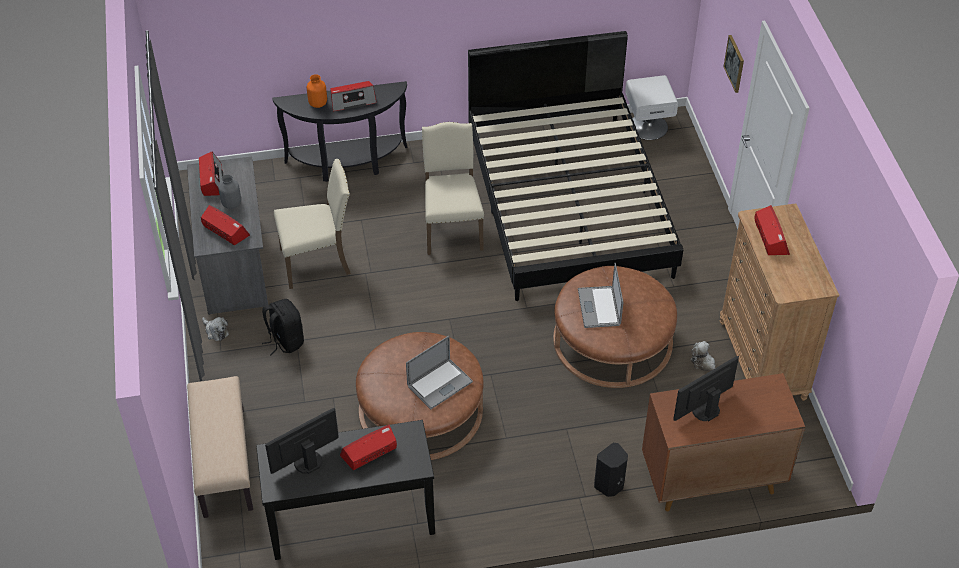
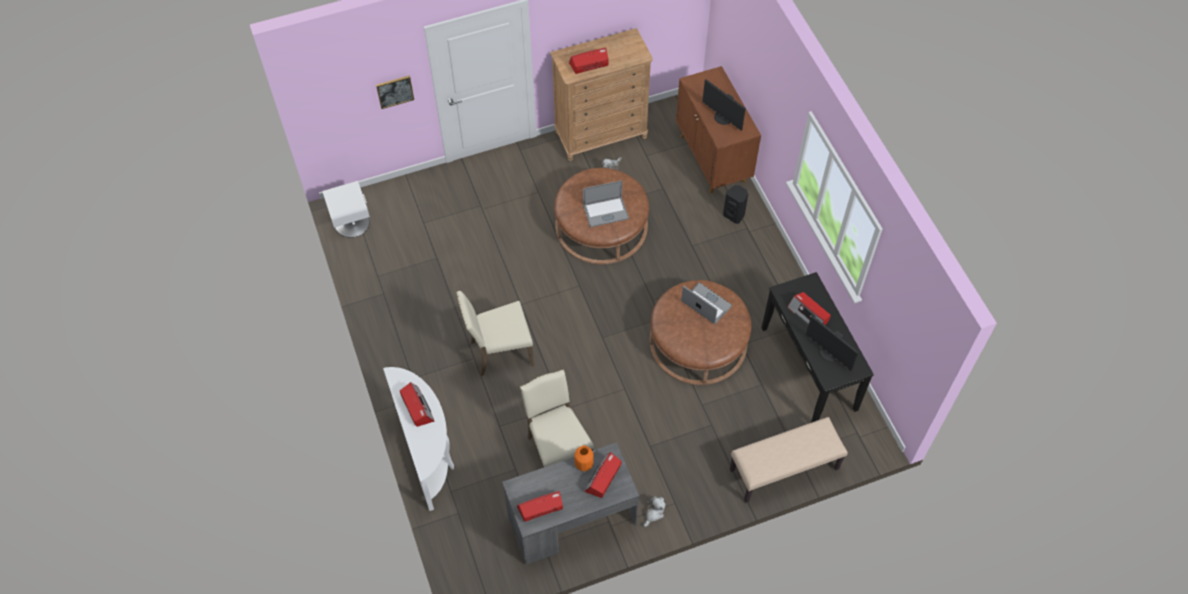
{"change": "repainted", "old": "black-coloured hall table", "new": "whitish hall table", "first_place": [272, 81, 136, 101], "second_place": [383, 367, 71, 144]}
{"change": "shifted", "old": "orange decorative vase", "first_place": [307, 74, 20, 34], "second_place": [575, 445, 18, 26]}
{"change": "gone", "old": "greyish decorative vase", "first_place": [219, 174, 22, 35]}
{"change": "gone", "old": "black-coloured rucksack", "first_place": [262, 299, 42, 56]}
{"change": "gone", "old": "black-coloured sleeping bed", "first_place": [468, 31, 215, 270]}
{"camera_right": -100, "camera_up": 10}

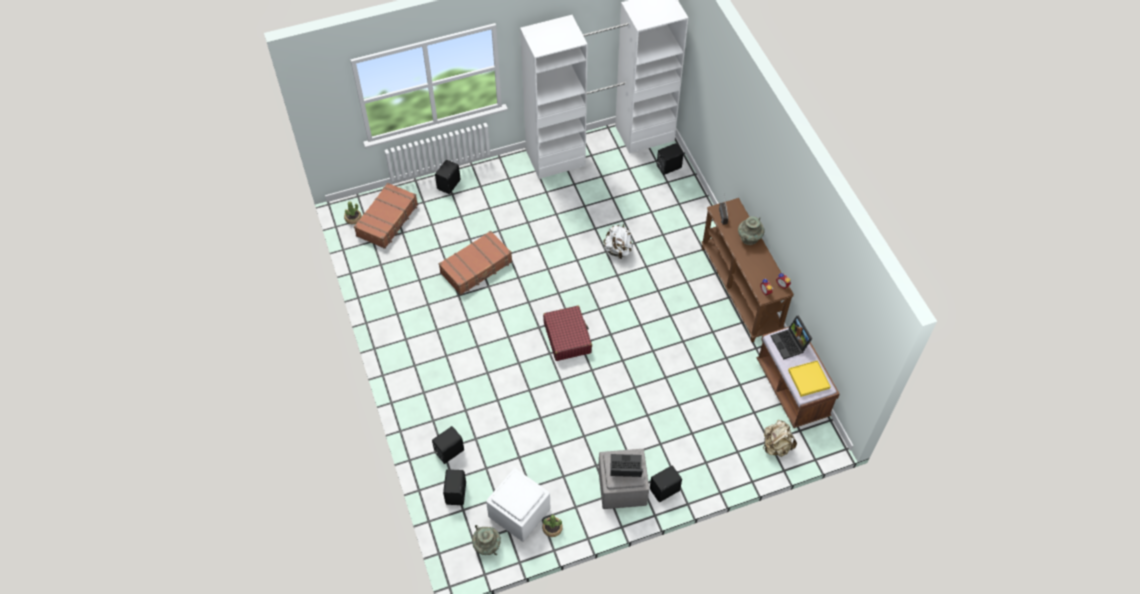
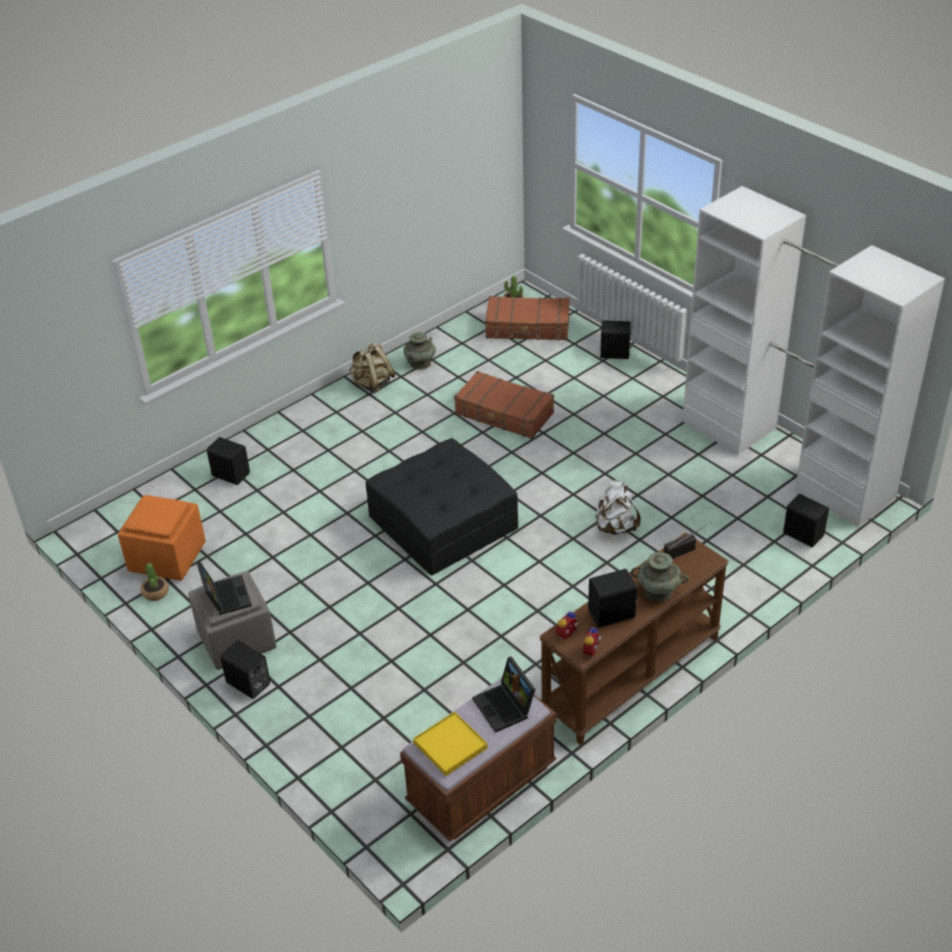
{"change": "repainted", "old": "whitish pouffe", "new": "orange pouffe", "first_place": [486, 468, 64, 74], "second_place": [118, 495, 88, 86]}
{"change": "shifted", "old": "sand-coloured rucksack", "first_place": [763, 420, 34, 37], "second_place": [349, 342, 46, 51]}
{"change": "swapped", "old": "reddish travel case", "new": "black-coloured pouffe", "first_place": [543, 306, 49, 55], "second_place": [365, 438, 153, 137]}
{"change": "shifted", "old": "blue-green decorative vase", "first_place": [472, 525, 29, 30], "second_place": [403, 332, 33, 38]}
{"change": "rotated", "old": "notebook computer", "first_place": [771, 315, 41, 44], "second_place": [472, 656, 63, 77], "degrees": -75}
{"change": "shifted", "old": "black-coloured loudspeaker", "first_place": [443, 469, 23, 36], "second_place": [588, 569, 49, 59]}
{"camera_right": 70, "camera_up": -15}

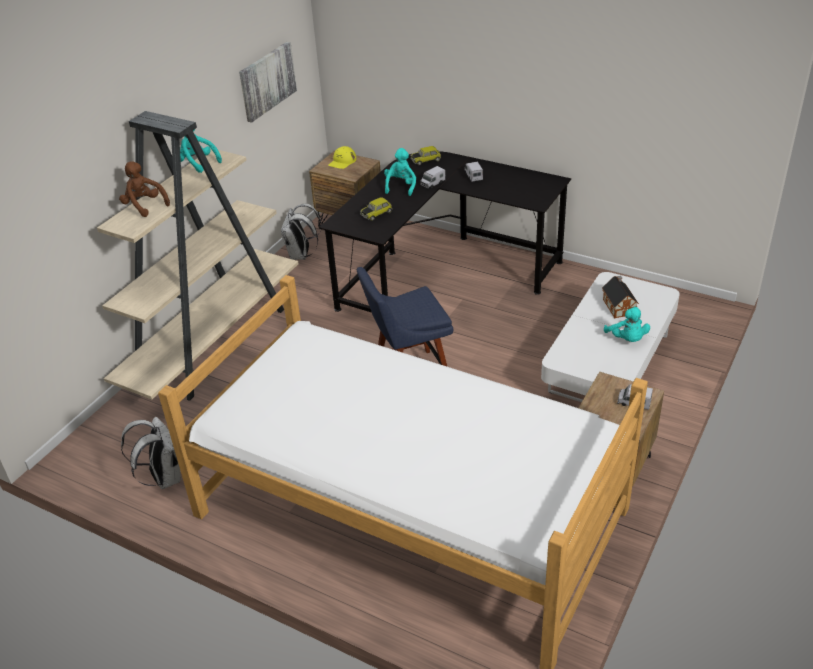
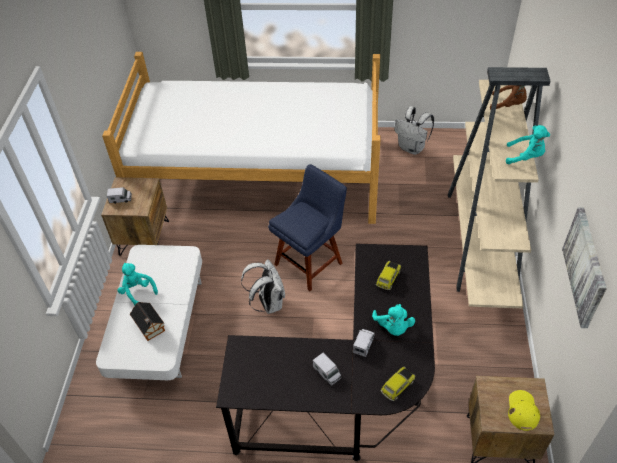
{"change": "shifted", "old": "whitish rucksack", "first_place": [281, 204, 41, 56], "second_place": [241, 259, 44, 55]}
{"camera_right": 155, "camera_up": 10}

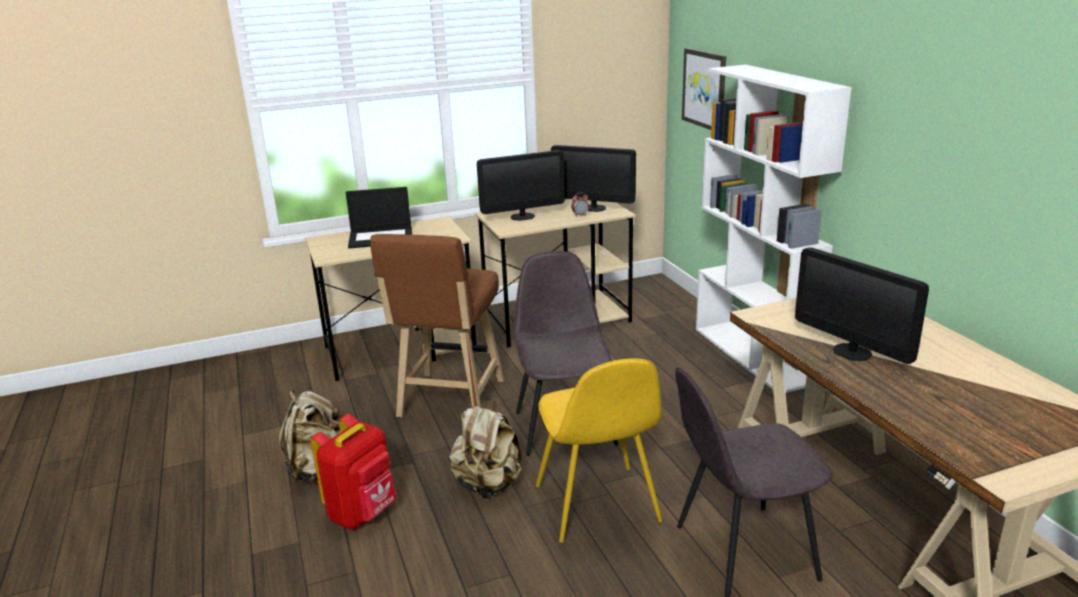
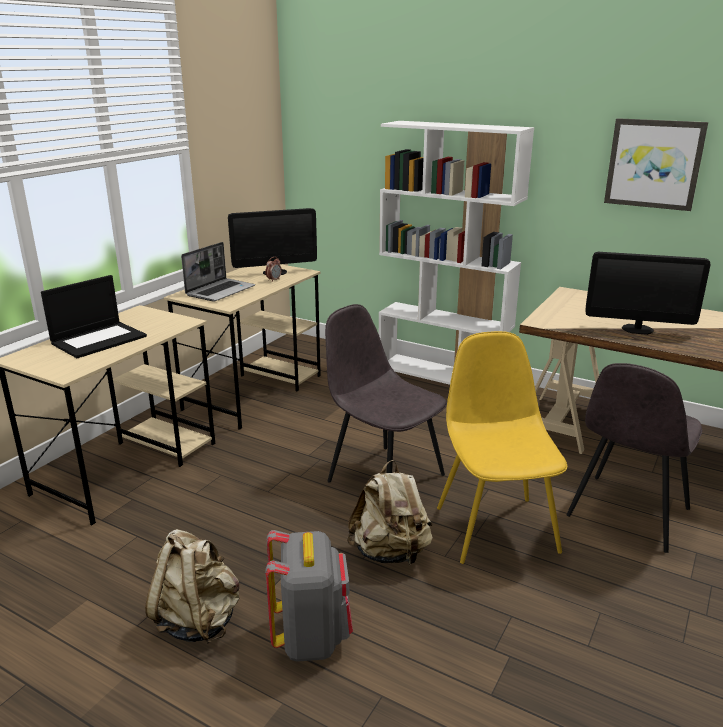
{"change": "swapped", "old": "monitor", "new": "notebook computer", "first_place": [477, 150, 88, 71], "second_place": [181, 242, 74, 60]}
{"change": "repainted", "old": "reddish rucksack", "new": "greyish rucksack", "first_place": [311, 414, 86, 115], "second_place": [265, 530, 88, 132]}
{"change": "rotated", "old": "yellow-coloured upright chair", "first_place": [536, 358, 127, 185], "second_place": [437, 331, 130, 233], "degrees": -135}
{"change": "shifted", "old": "picture", "first_place": [682, 48, 44, 82], "second_place": [604, 118, 104, 93]}
{"change": "gone", "old": "brownish stool seat", "first_place": [370, 234, 134, 184]}
{"camera_right": -40, "camera_up": 0}

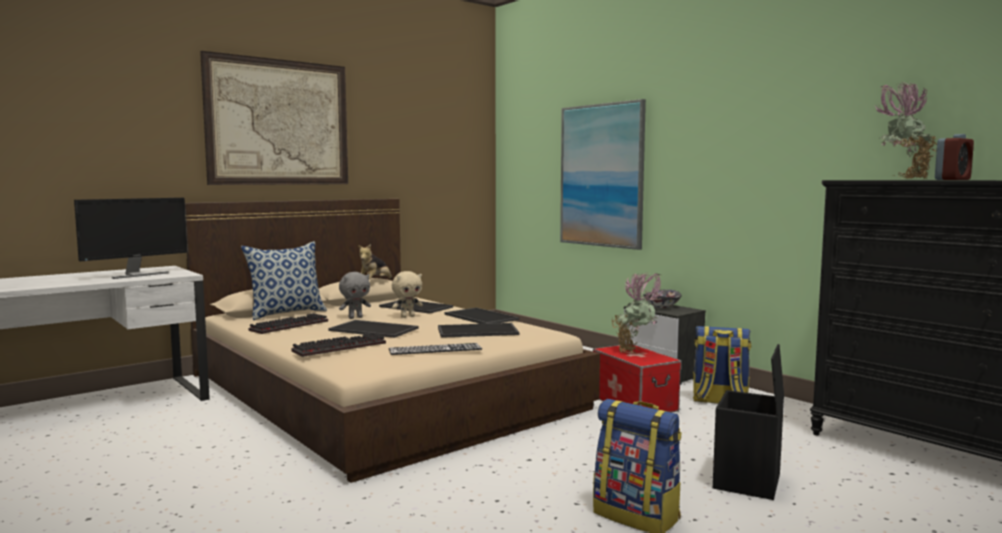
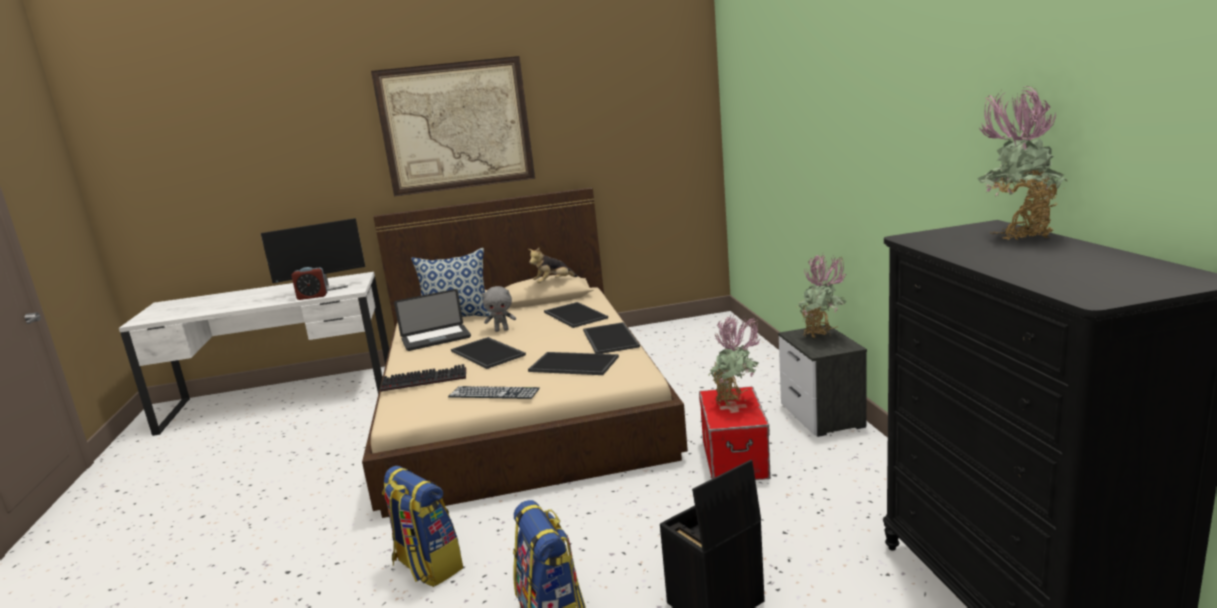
{"change": "shifted", "old": "alarm clock", "first_place": [935, 134, 39, 46], "second_place": [291, 267, 37, 33]}
{"change": "shifted", "old": "rucksack", "first_place": [693, 326, 58, 77], "second_place": [382, 466, 81, 121]}
{"change": "swapped", "old": "computer keyboard", "new": "notebook computer", "first_place": [248, 313, 80, 21], "second_place": [394, 289, 77, 62]}
{"change": "swapped", "old": "deep dish", "new": "potted plant", "first_place": [643, 289, 39, 19], "second_place": [796, 251, 51, 87]}
{"change": "gone", "old": "sand-coloured cuddly toy", "first_place": [392, 271, 31, 47]}
{"change": "gone", "old": "picture", "first_place": [560, 99, 86, 151]}
{"camera_right": 30, "camera_up": 10}

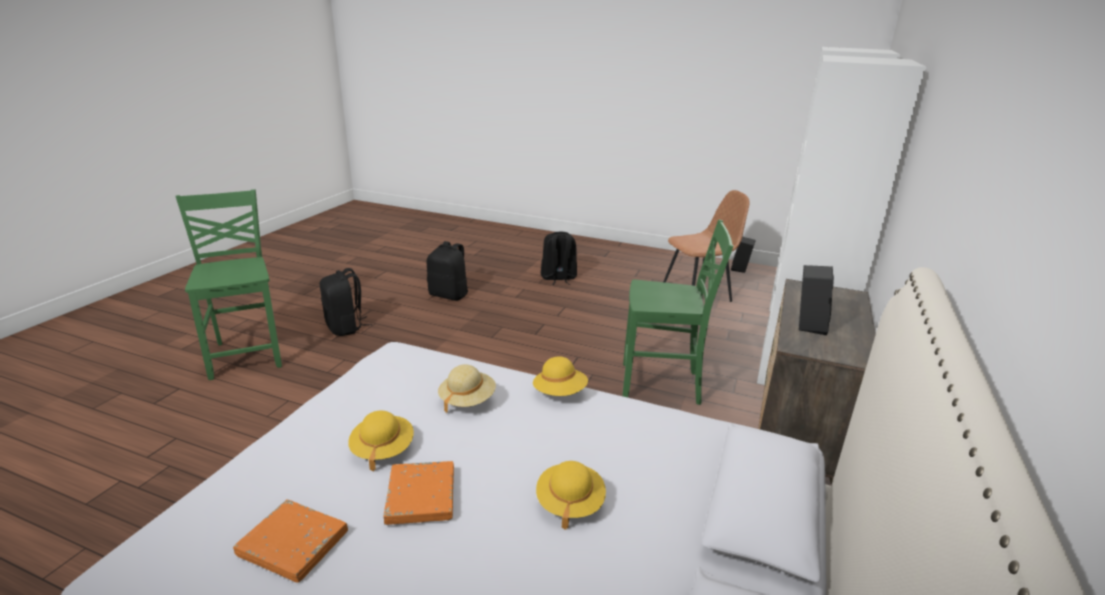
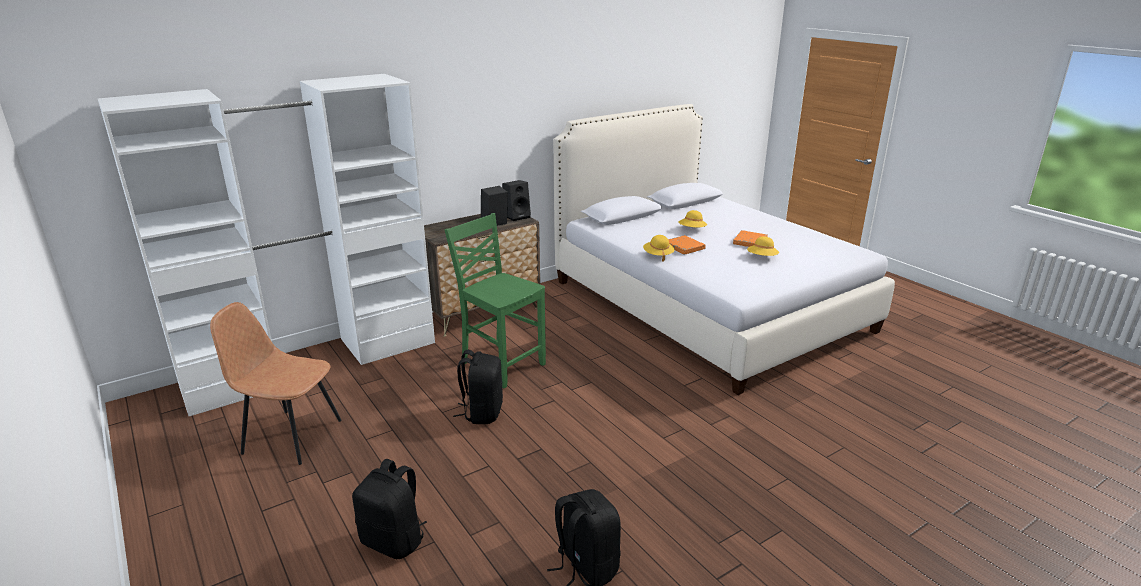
{"change": "shifted", "old": "black-coloured rucksack", "first_place": [319, 268, 53, 68], "second_place": [453, 350, 50, 74]}
{"change": "shifted", "old": "black-coloured loudspeaker", "first_place": [731, 236, 25, 37], "second_place": [502, 180, 29, 41]}
{"change": "shifted", "old": "orange bound book", "first_place": [233, 499, 115, 84], "second_place": [668, 235, 38, 20]}
{"change": "gone", "old": "greenish upright chair", "first_place": [176, 189, 106, 191]}
{"change": "gone", "old": "sand-coloured hat", "first_place": [438, 364, 58, 49]}
{"camera_right": -145, "camera_up": 0}

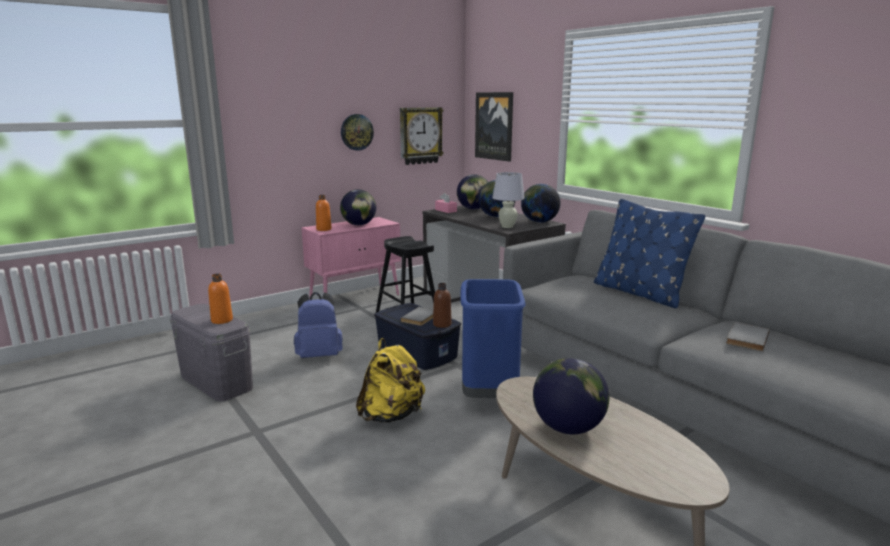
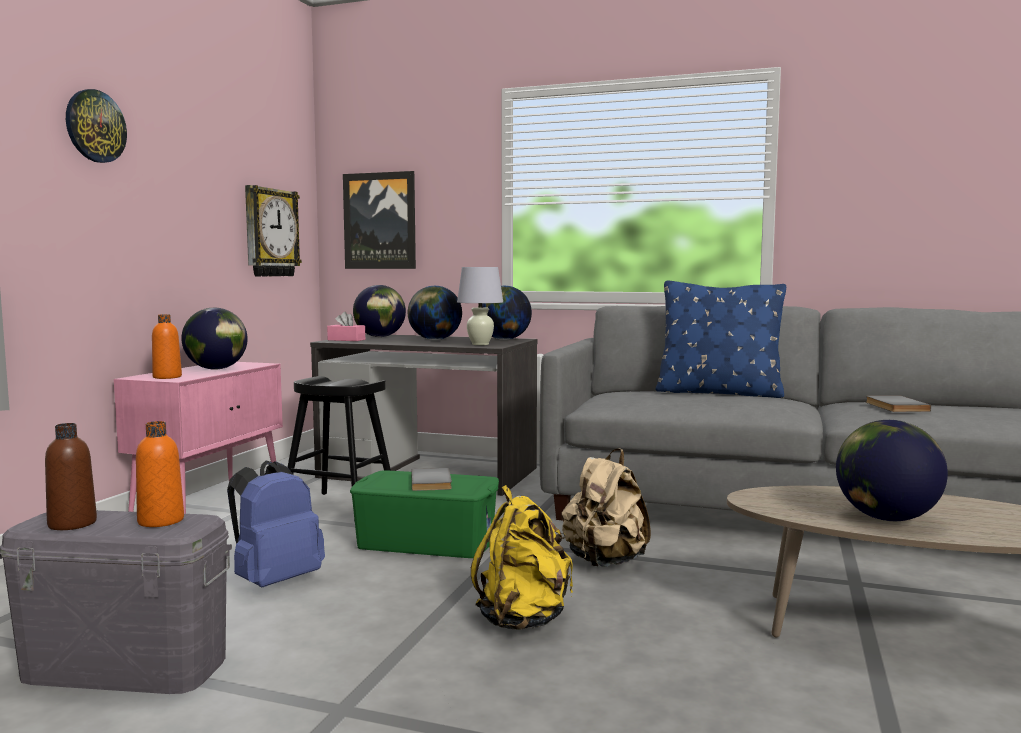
{"change": "shifted", "old": "brownish beverage bottle", "first_place": [433, 283, 19, 45], "second_place": [45, 423, 52, 107]}
{"change": "shifted", "old": "clock on the wall", "first_place": [341, 114, 33, 37], "second_place": [66, 89, 61, 74]}
{"change": "repainted", "old": "bluish storage box", "new": "greenish storage box", "first_place": [374, 303, 87, 67], "second_place": [350, 470, 149, 88]}
{"change": "swapped", "old": "bluish trash can", "new": "sand-coloured rucksack", "first_place": [460, 279, 65, 119], "second_place": [561, 448, 90, 119]}
{"camera_right": -35, "camera_up": -10}

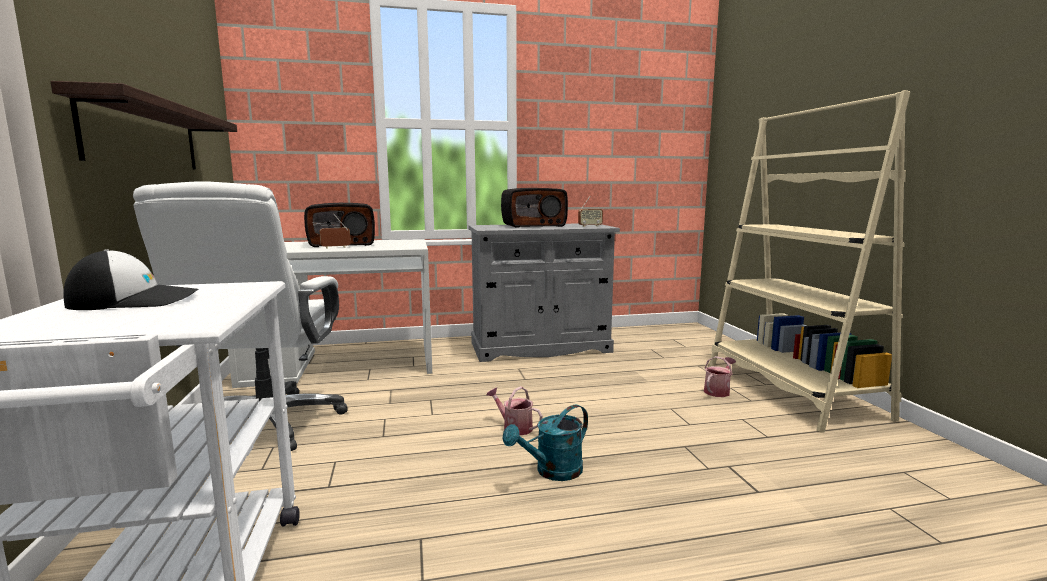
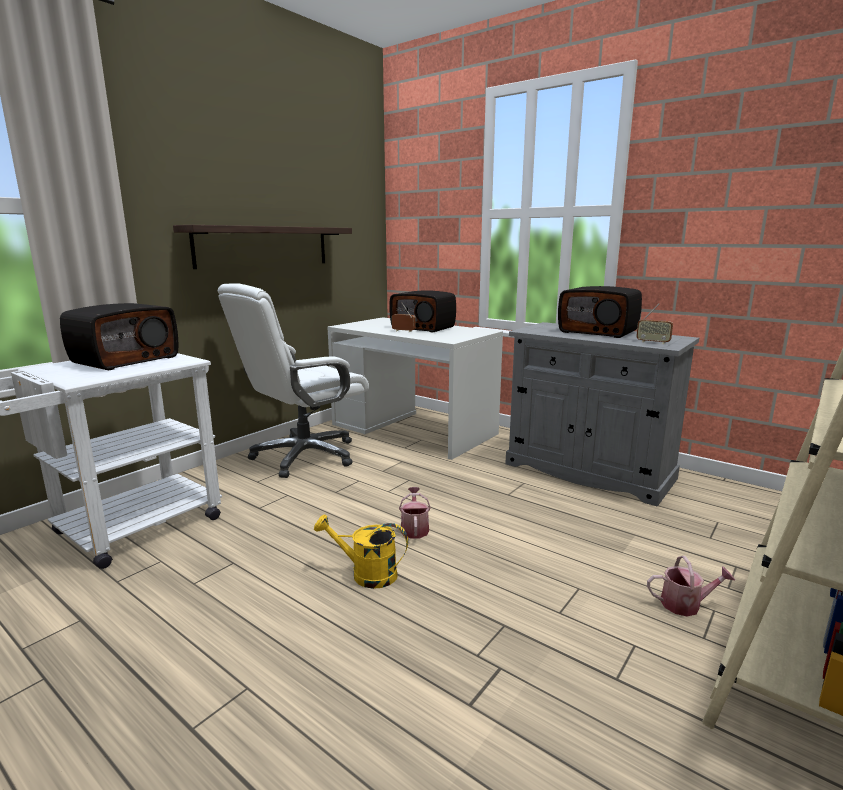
{"change": "swapped", "old": "peaked cap", "new": "radio", "first_place": [63, 250, 135, 60], "second_place": [60, 303, 118, 67]}
{"change": "repainted", "old": "blue-green sprinkling can", "new": "yellow-coloured sprinkling can", "first_place": [502, 404, 86, 77], "second_place": [314, 514, 94, 75]}
{"camera_right": 50, "camera_up": 5}

